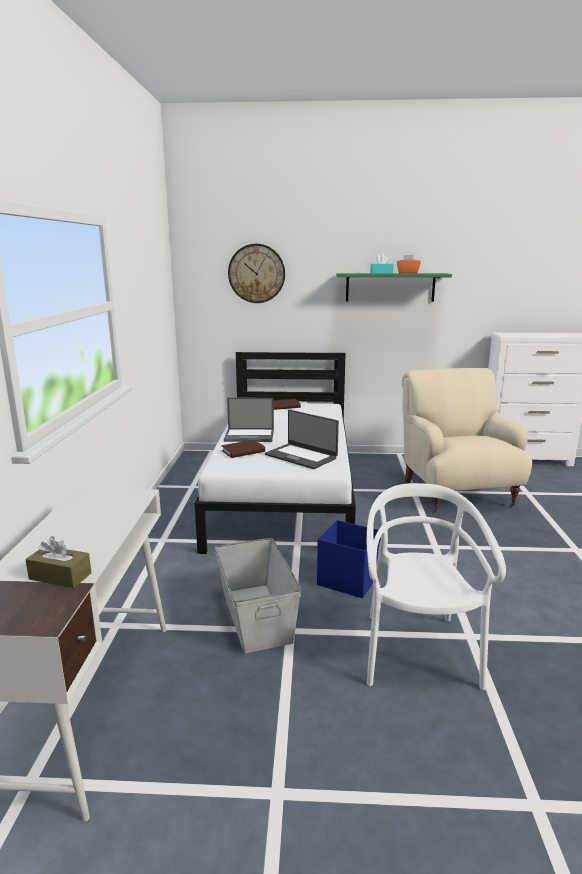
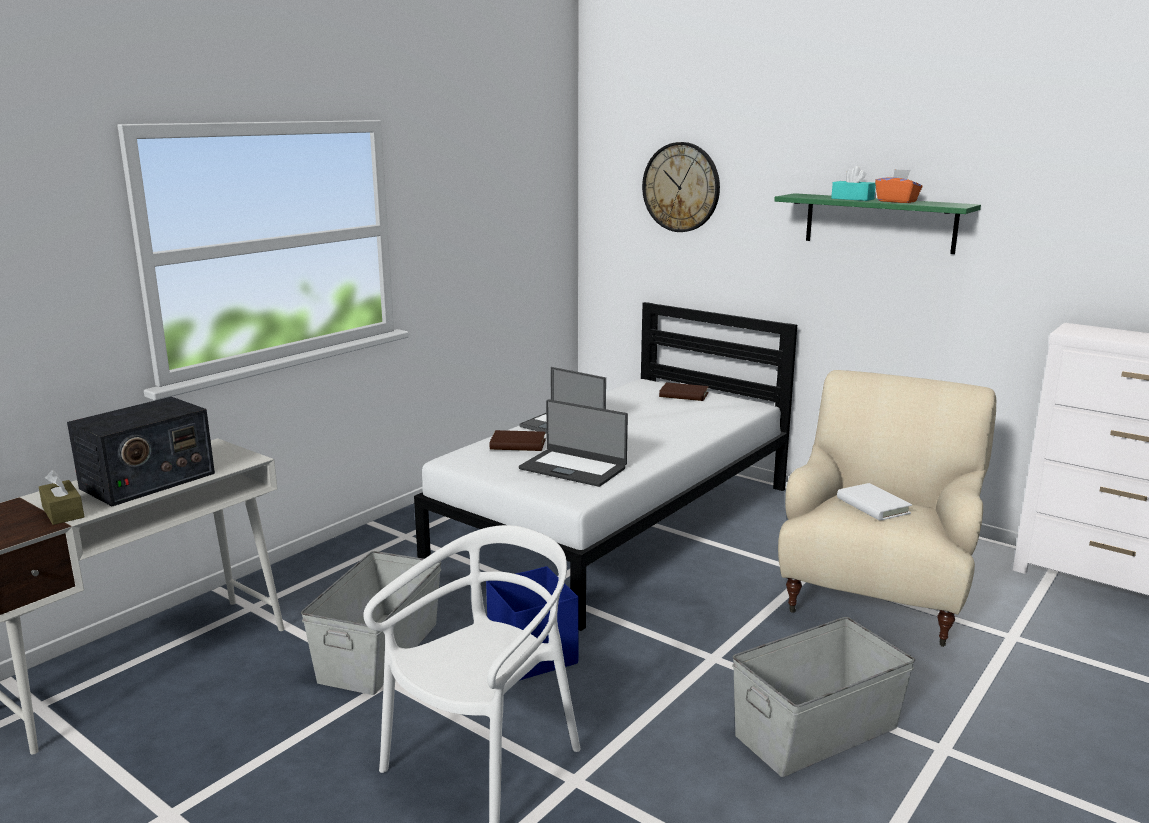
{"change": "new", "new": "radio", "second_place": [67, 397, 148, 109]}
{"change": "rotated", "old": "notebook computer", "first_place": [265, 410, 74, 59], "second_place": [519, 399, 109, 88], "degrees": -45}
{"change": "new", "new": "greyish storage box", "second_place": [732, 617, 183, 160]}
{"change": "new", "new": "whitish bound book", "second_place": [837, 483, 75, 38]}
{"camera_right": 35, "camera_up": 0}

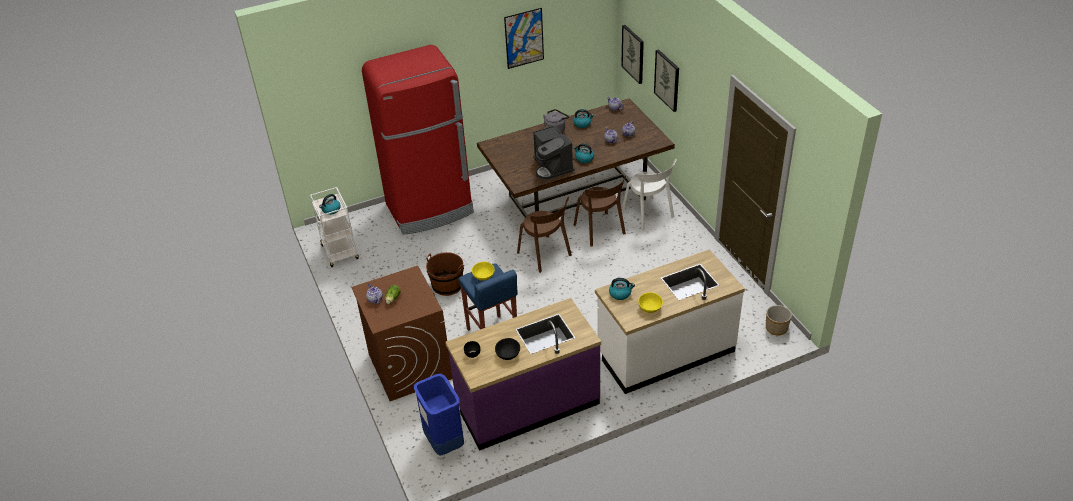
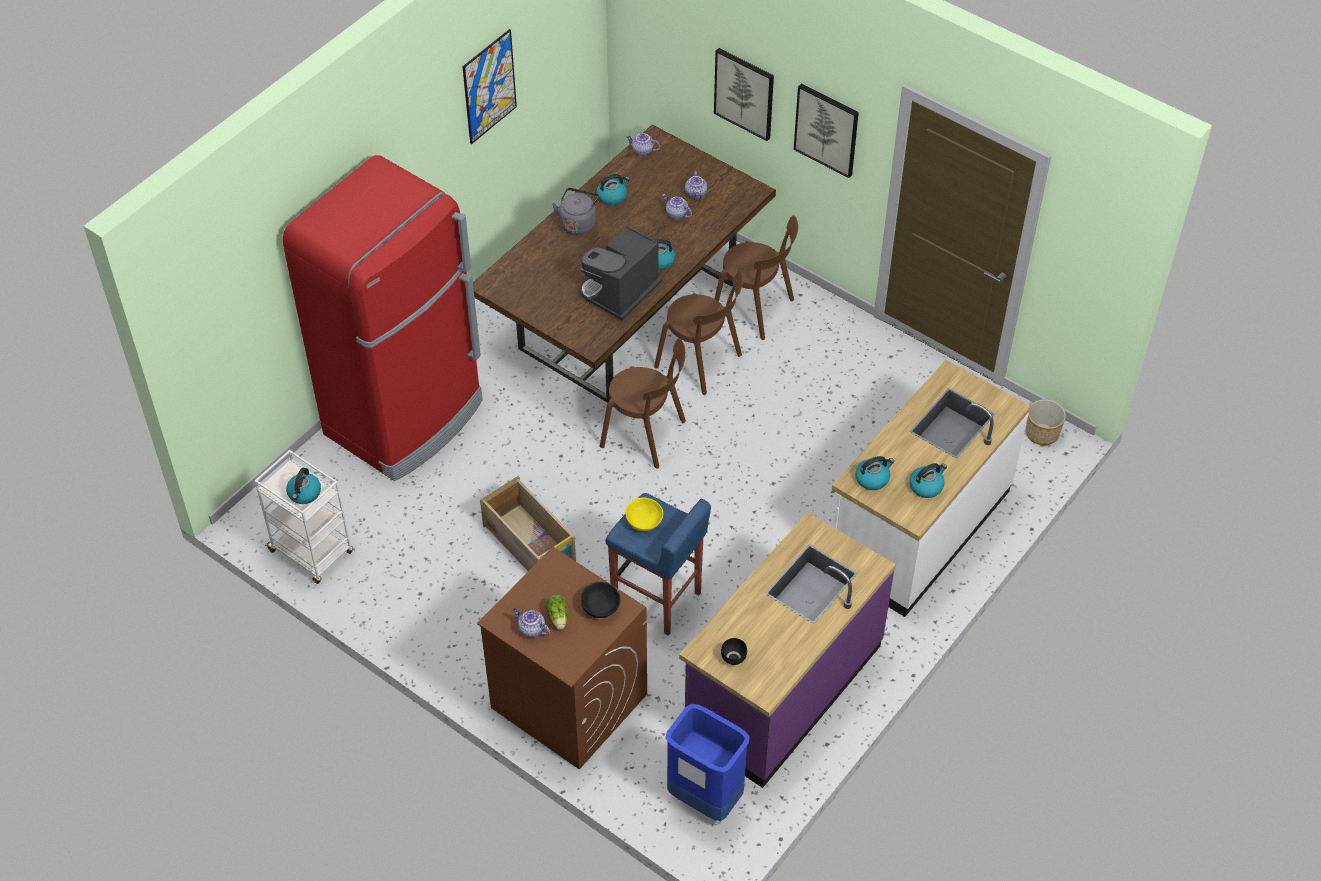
{"change": "swapped", "old": "brownish pail", "new": "shipping crate", "first_place": [426, 252, 38, 44], "second_place": [480, 476, 96, 95]}
{"change": "rotated", "old": "coffee brewer", "first_place": [533, 126, 41, 54], "second_place": [579, 226, 84, 94], "degrees": 90}
{"change": "shifted", "old": "black-coloured deep dish", "first_place": [495, 338, 25, 22], "second_place": [581, 582, 40, 36]}
{"change": "repainted", "old": "whitish upright chair", "new": "brownish upright chair", "first_place": [622, 159, 54, 72], "second_place": [714, 215, 84, 125]}
{"change": "shifted", "old": "picture", "first_place": [621, 25, 23, 59], "second_place": [794, 84, 65, 94]}
{"change": "swapped", "old": "yellow-coloured deep dish", "new": "tea kettle", "first_place": [638, 292, 25, 21], "second_place": [909, 463, 38, 35]}
{"camera_right": -30, "camera_up": 10}

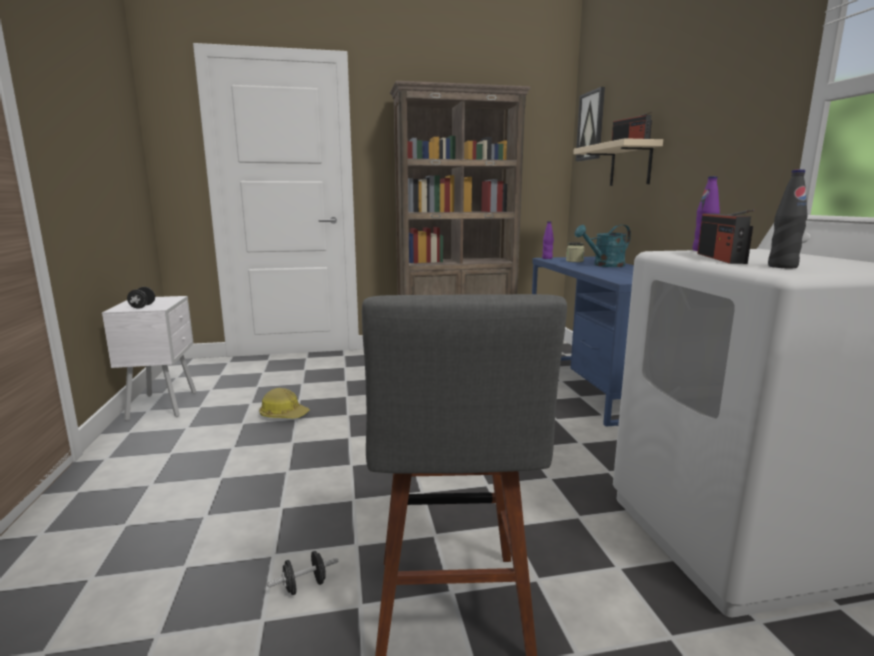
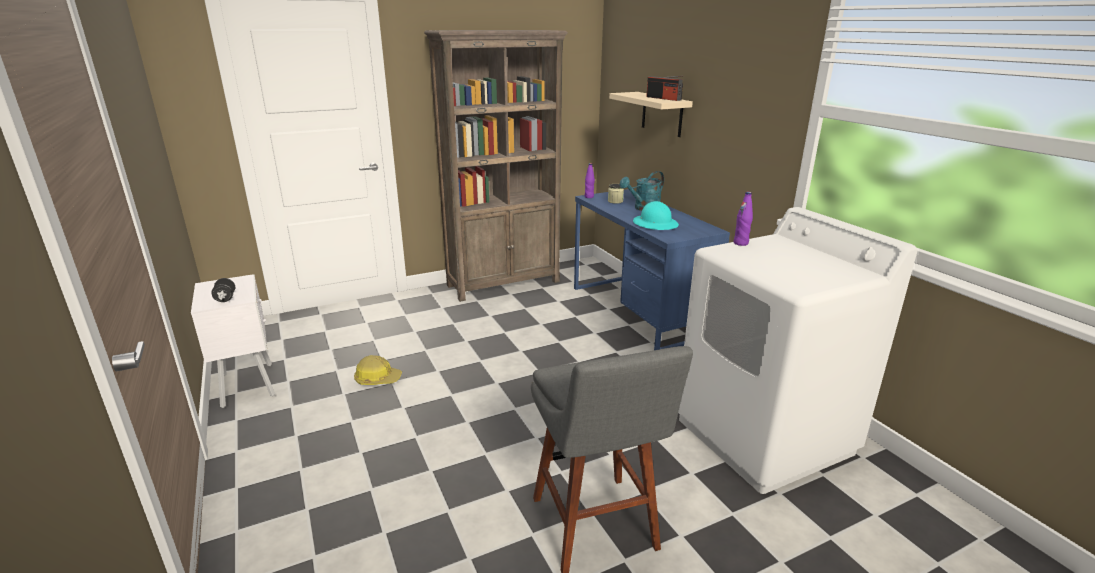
{"change": "new", "new": "blue-green hard hat", "second_place": [633, 201, 46, 29]}
{"change": "gone", "old": "black-coloured dumbbell", "first_place": [267, 551, 71, 44]}
{"change": "gone", "old": "picture", "first_place": [576, 87, 29, 74]}
{"change": "gone", "old": "radio", "first_place": [697, 209, 58, 55]}
{"change": "gone", "old": "black-coloured beverage bottle", "first_place": [768, 169, 40, 99]}
{"camera_right": -15, "camera_up": 10}

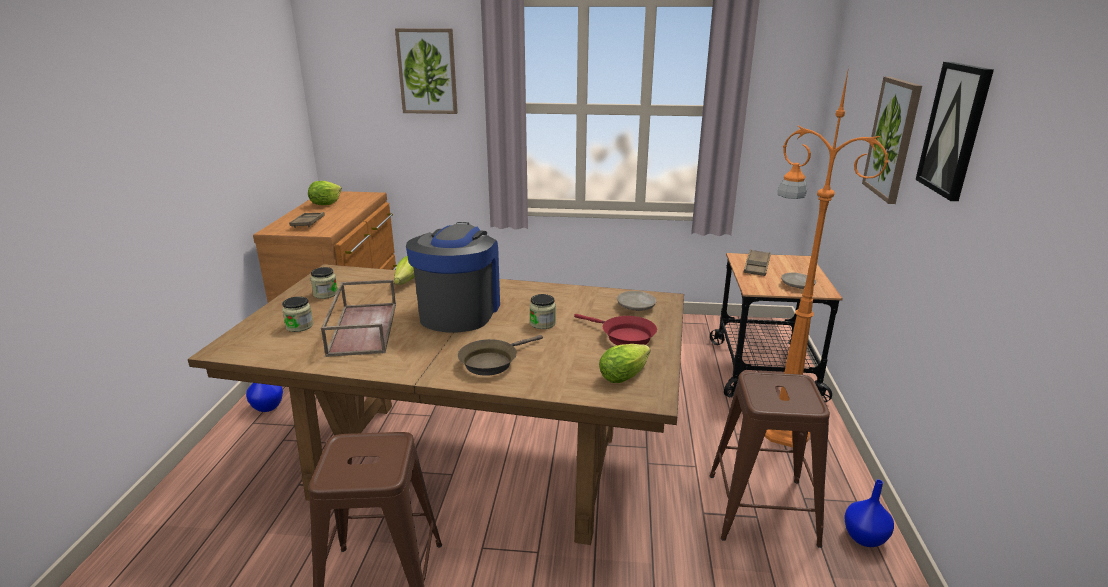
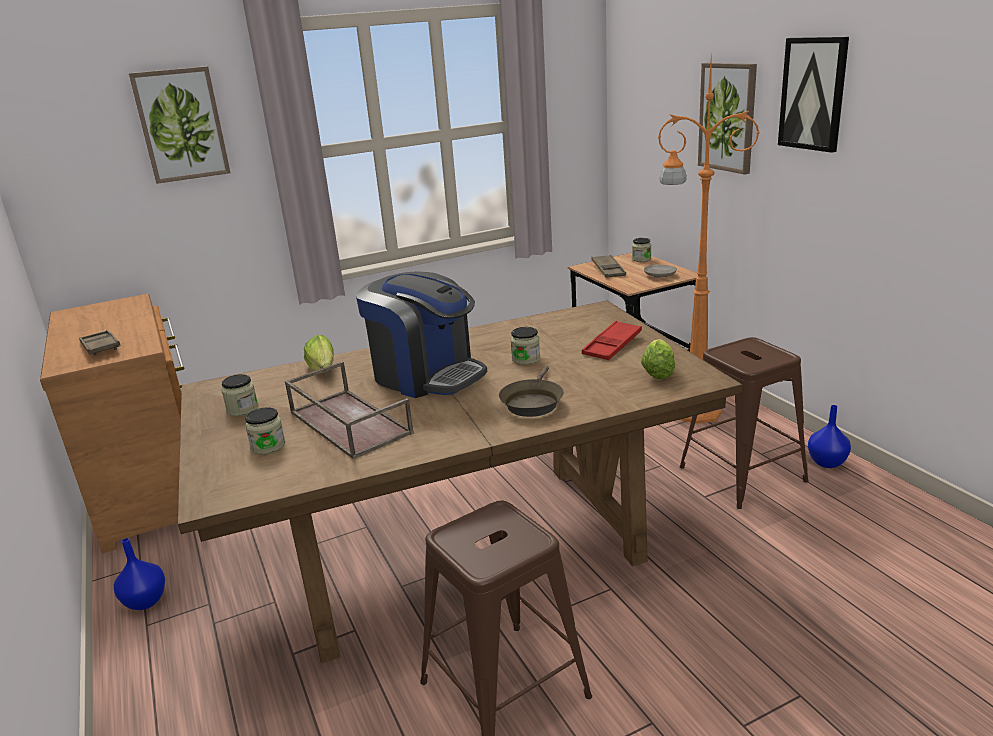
{"change": "rotated", "old": "coffee brewer", "first_place": [406, 222, 94, 110], "second_place": [356, 272, 131, 126], "degrees": 150}
{"change": "swapped", "old": "reddish frying pan", "new": "reddish carrying tray", "first_place": [574, 314, 83, 31], "second_place": [582, 321, 60, 39]}
{"change": "new", "new": "storage jar", "second_place": [632, 238, 19, 24]}
{"change": "gone", "old": "lettuce", "first_place": [308, 181, 34, 24]}
{"change": "gone", "old": "sand-coloured plate", "first_place": [617, 291, 39, 20]}
{"camera_right": -30, "camera_up": 0}

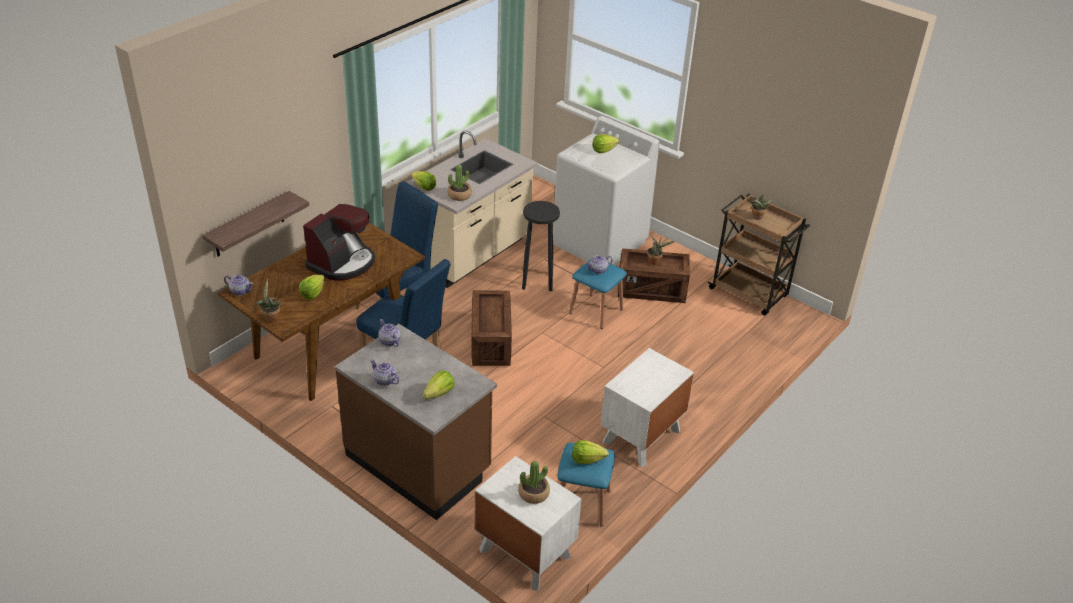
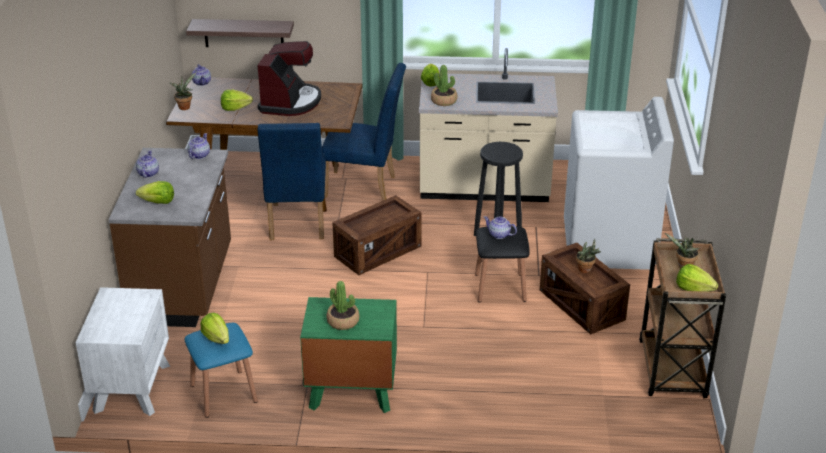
{"change": "rotated", "old": "coffee brewer", "first_place": [303, 204, 72, 77], "second_place": [257, 41, 64, 75], "degrees": -75}
{"change": "repainted", "old": "whitish nightstand", "new": "greenish nightstand", "first_place": [601, 348, 93, 119], "second_place": [300, 297, 97, 116]}
{"change": "shifted", "old": "potted plant", "first_place": [518, 461, 32, 43], "second_place": [326, 281, 34, 49]}
{"change": "repainted", "old": "bluish stool seat", "new": "black-coloured stool seat", "first_place": [569, 259, 58, 70], "second_place": [475, 226, 55, 76]}
{"change": "shifted", "old": "lettuce", "first_place": [592, 134, 27, 19], "second_place": [676, 264, 42, 28]}
{"camera_right": 55, "camera_up": -5}

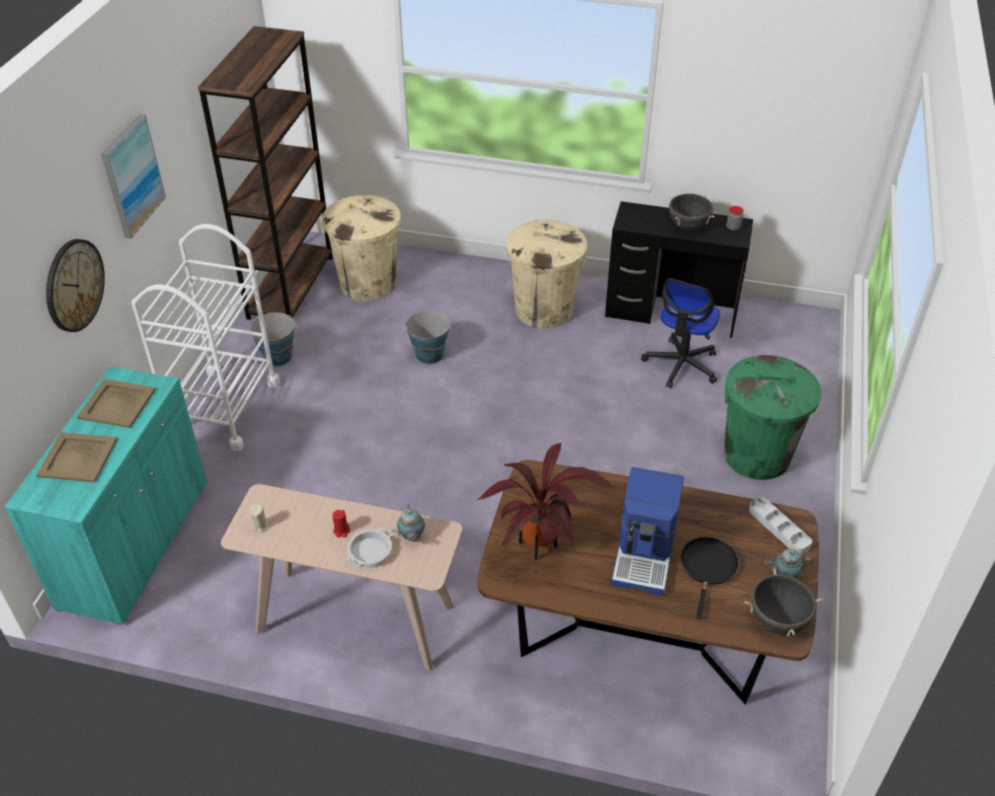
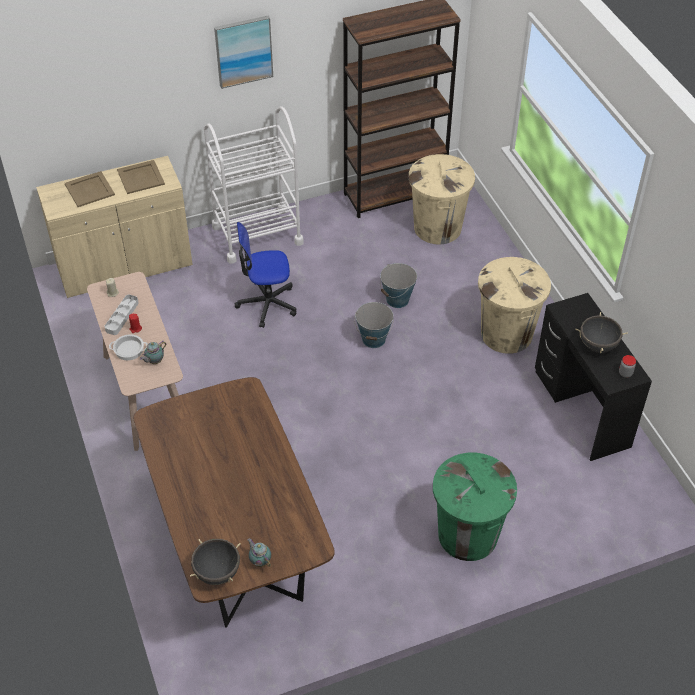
{"change": "repainted", "old": "blue-green cupboard", "new": "sand-coloured cupboard", "first_place": [4, 366, 203, 259], "second_place": [36, 156, 157, 142]}
{"change": "shifted", "old": "greyish carrying tray", "first_place": [749, 497, 63, 58], "second_place": [104, 294, 35, 41]}
{"change": "shifted", "old": "desk chair", "first_place": [641, 278, 79, 110], "second_place": [235, 222, 61, 106]}
{"change": "shifted", "old": "pail", "first_place": [250, 312, 47, 55], "second_place": [355, 302, 39, 46]}
{"change": "gone", "old": "clock on the wall", "first_place": [46, 239, 59, 93]}
{"change": "gone", "old": "potted plant", "first_place": [478, 443, 134, 117]}
{"change": "gone", "old": "coffee brewer", "first_place": [611, 467, 73, 129]}
{"change": "gone", "old": "black-coloured frying pan", "first_place": [680, 537, 59, 82]}
{"camera_right": 55, "camera_up": 5}

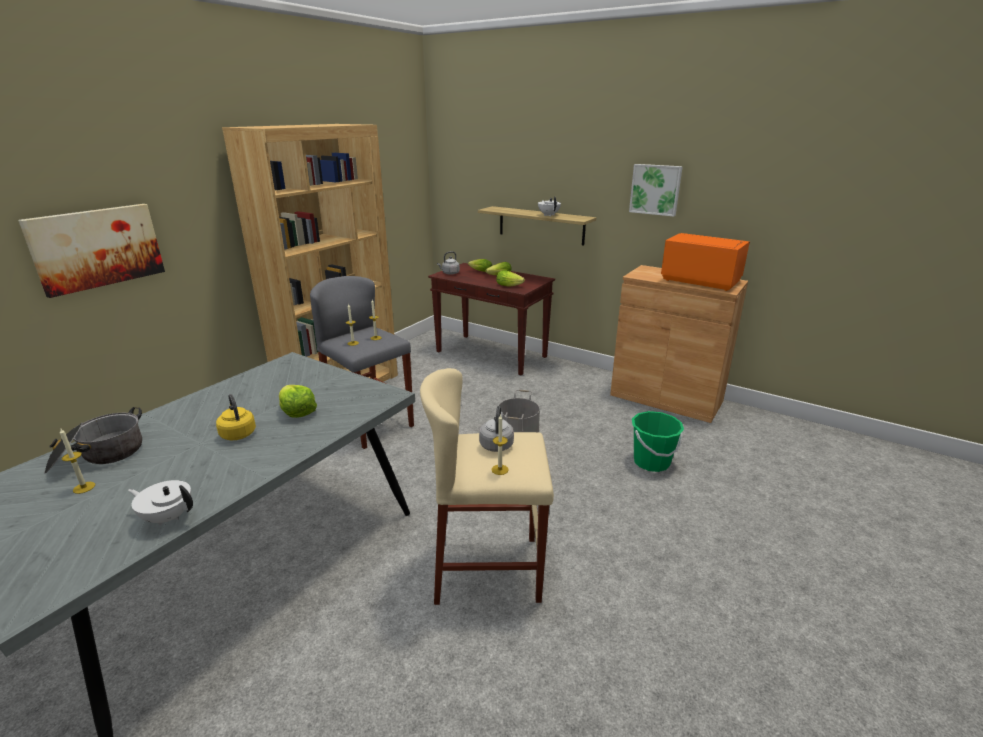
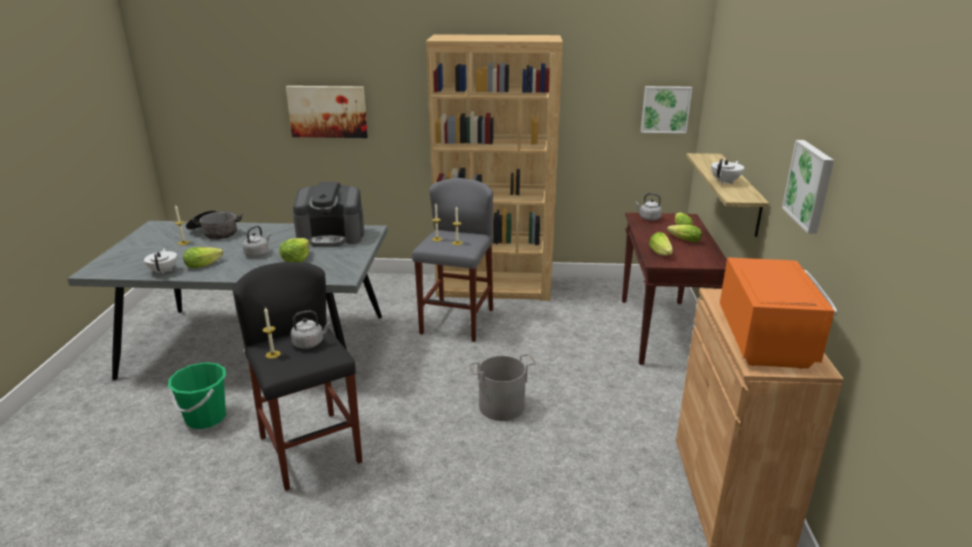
{"change": "shifted", "old": "greenish pail", "first_place": [632, 411, 52, 61], "second_place": [168, 362, 58, 67]}
{"change": "new", "new": "lettuce", "second_place": [183, 247, 40, 21]}
{"change": "repainted", "old": "sand-coloured stool seat", "new": "black-coloured stool seat", "first_place": [420, 368, 134, 237], "second_place": [233, 262, 129, 229]}
{"change": "repainted", "old": "yellow-coloured tea kettle", "new": "greyish tea kettle", "first_place": [216, 394, 40, 46], "second_place": [243, 226, 28, 31]}
{"change": "new", "new": "coffee brewer", "second_place": [293, 182, 72, 65]}
{"change": "new", "new": "picture", "second_place": [641, 86, 51, 47]}
{"camera_right": 60, "camera_up": 0}

